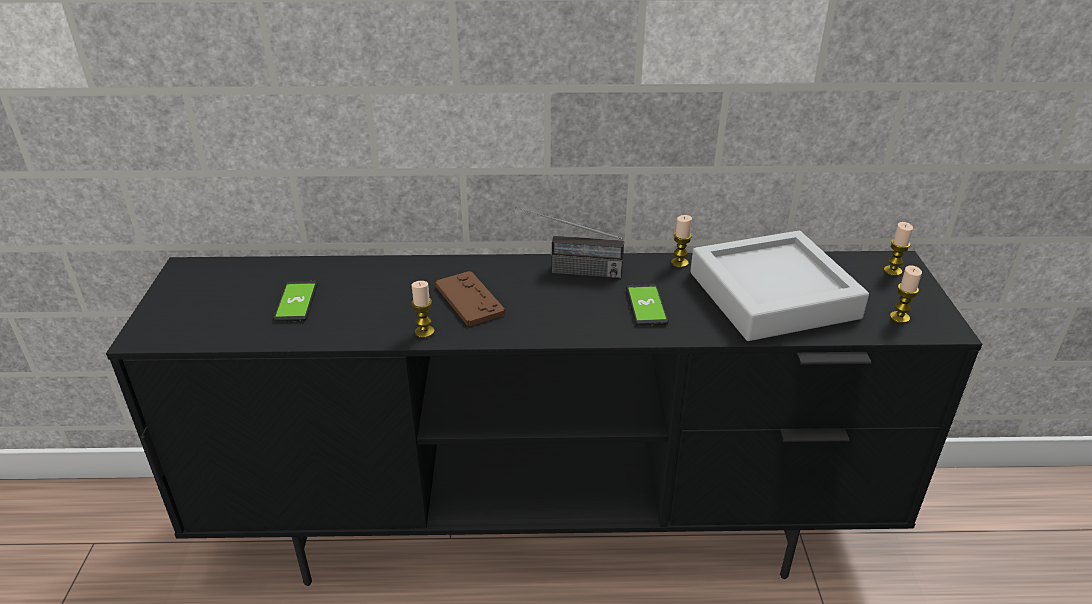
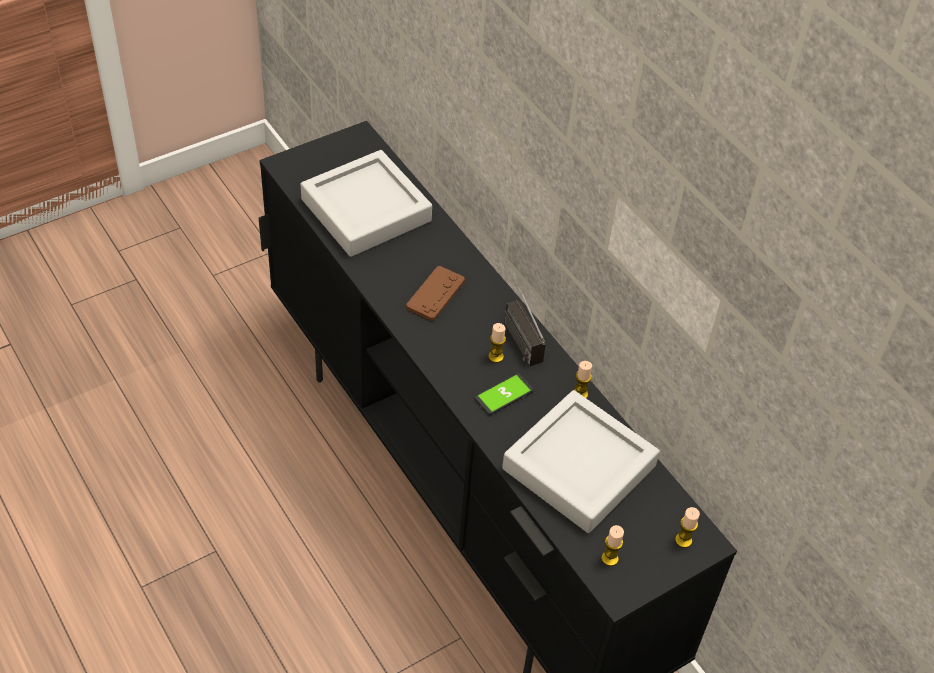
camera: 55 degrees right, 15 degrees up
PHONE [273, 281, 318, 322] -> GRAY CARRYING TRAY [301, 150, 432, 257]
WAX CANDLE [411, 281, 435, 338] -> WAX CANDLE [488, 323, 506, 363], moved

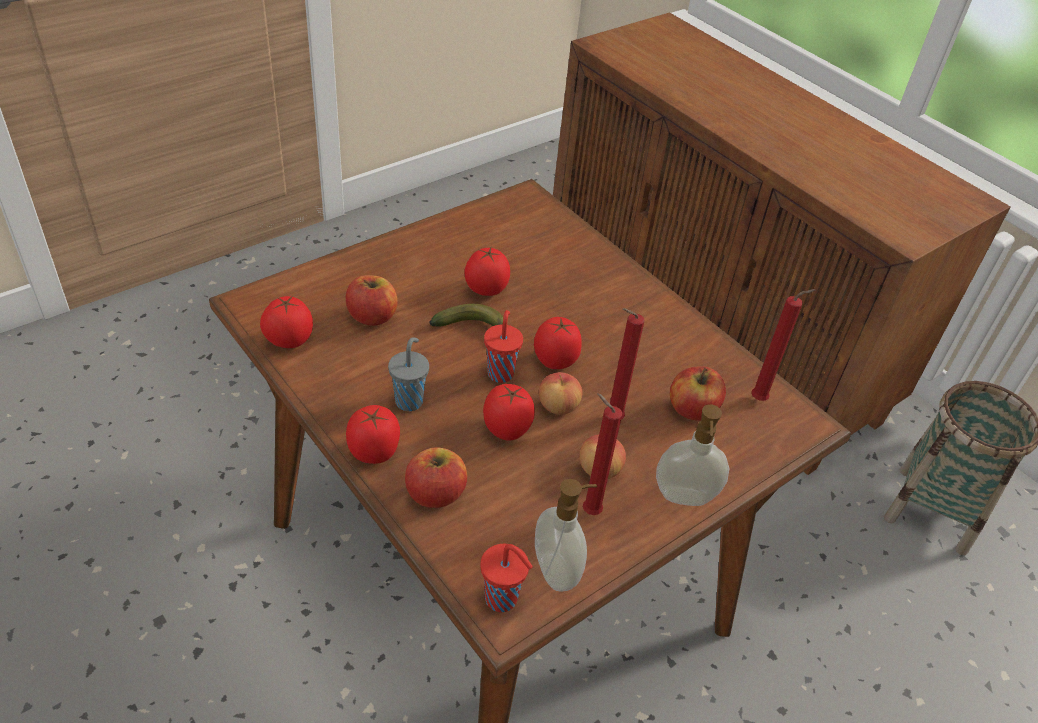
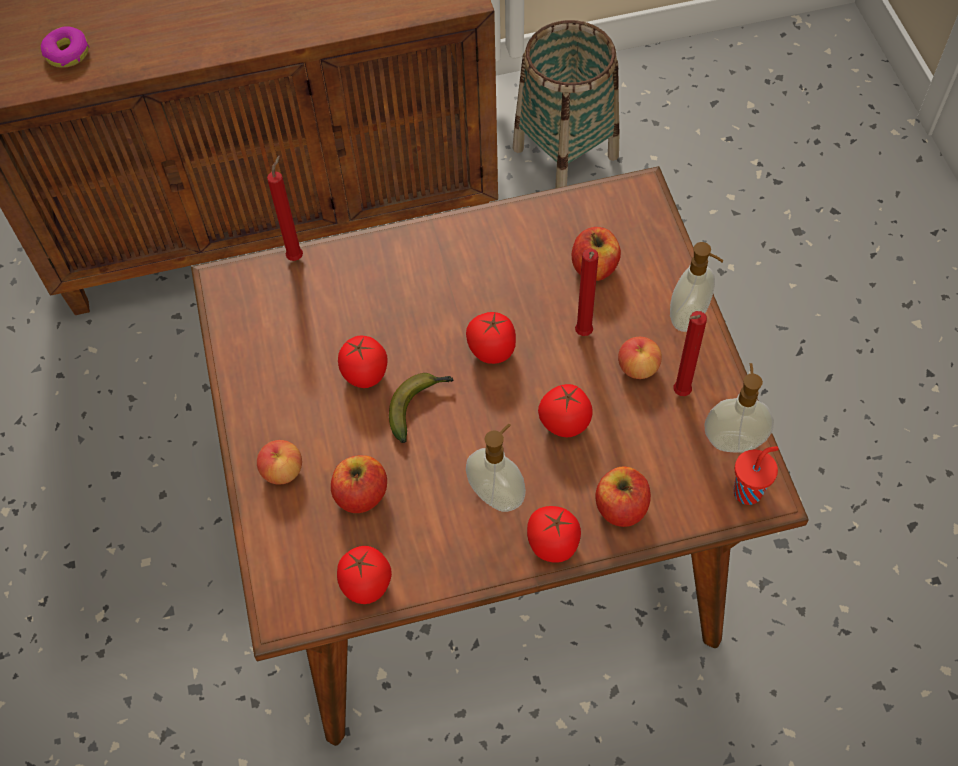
camera: 60 degrees left, 15 degrees up
none -> RING DOUGHNUT [40, 26, 89, 68]
APPLE FRUIT [539, 372, 582, 415] -> APPLE FRUIT [257, 440, 302, 485], moved
RED-COLOURED WAX CANDLE [751, 289, 816, 401] -> RED-COLOURED WAX CANDLE [267, 155, 303, 261], moved
GRAY DRINKING CUP [388, 337, 429, 411] -> LIQUID SOAP BOTTLE [466, 424, 526, 512]
RED-COLOURED DRINKING CUP [484, 310, 523, 383] -> none

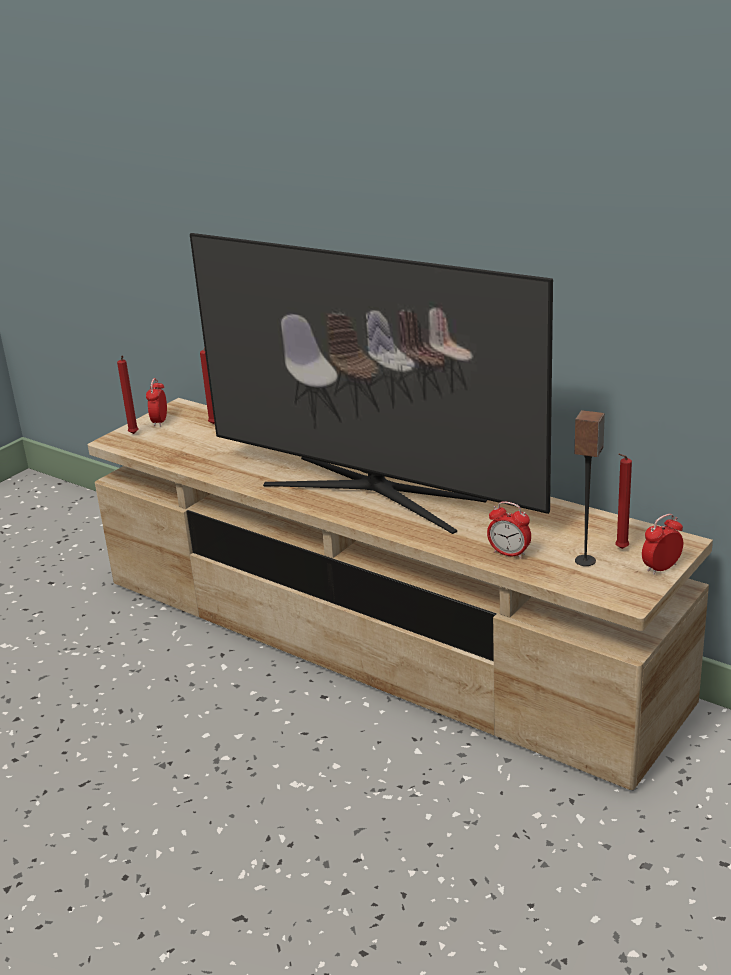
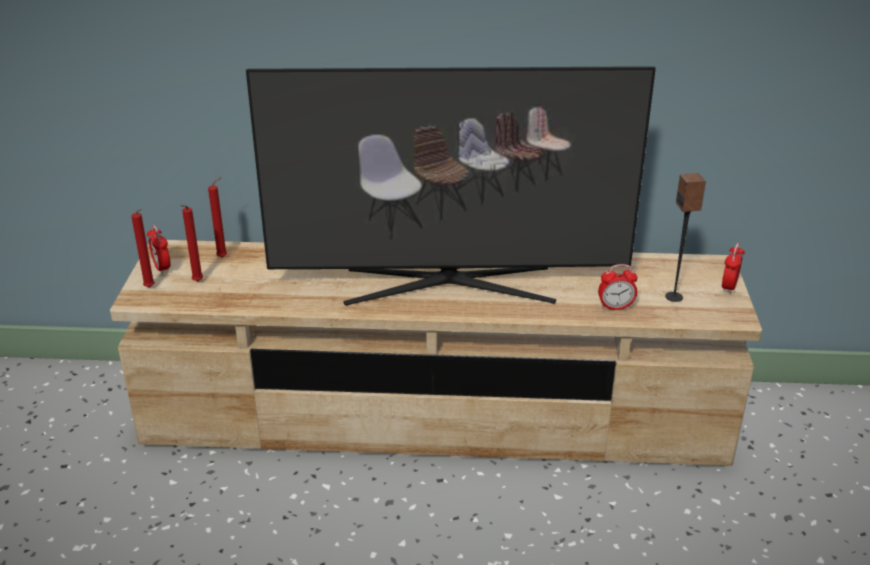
camera: 35 degrees left, 5 degrees up
RED-COLOURED WAX CANDLE [615, 454, 632, 549] -> RED-COLOURED WAX CANDLE [180, 205, 203, 281], moved

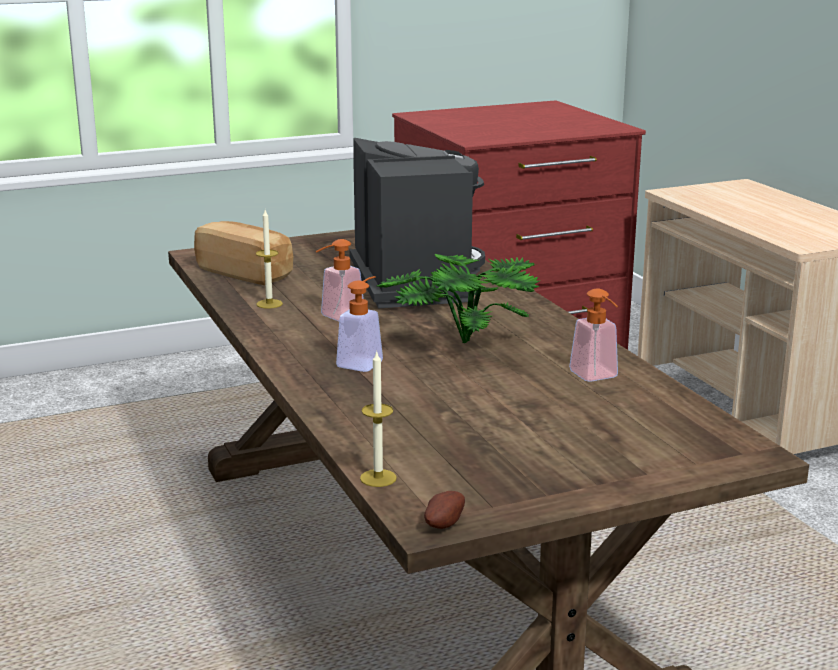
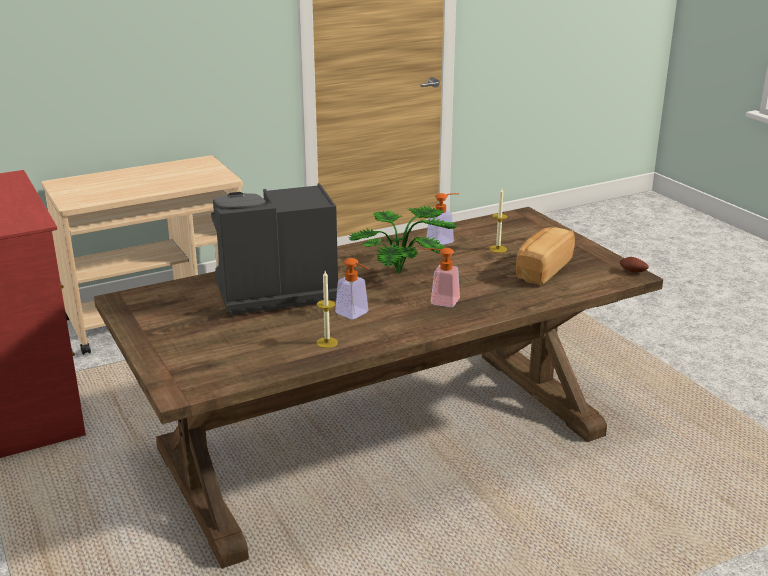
camera: 95 degrees left, 5 degrees up
WAX CANDLE [360, 350, 397, 487] -> WAX CANDLE [489, 188, 508, 253], moved
BAKED BREAD [194, 221, 293, 285] -> BAKED BREAD [516, 227, 575, 286], moved

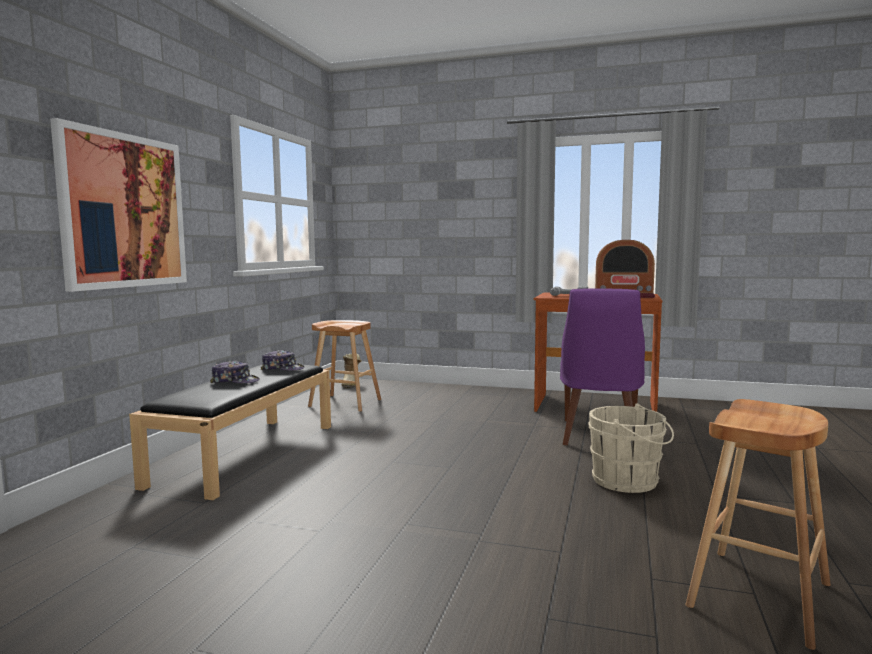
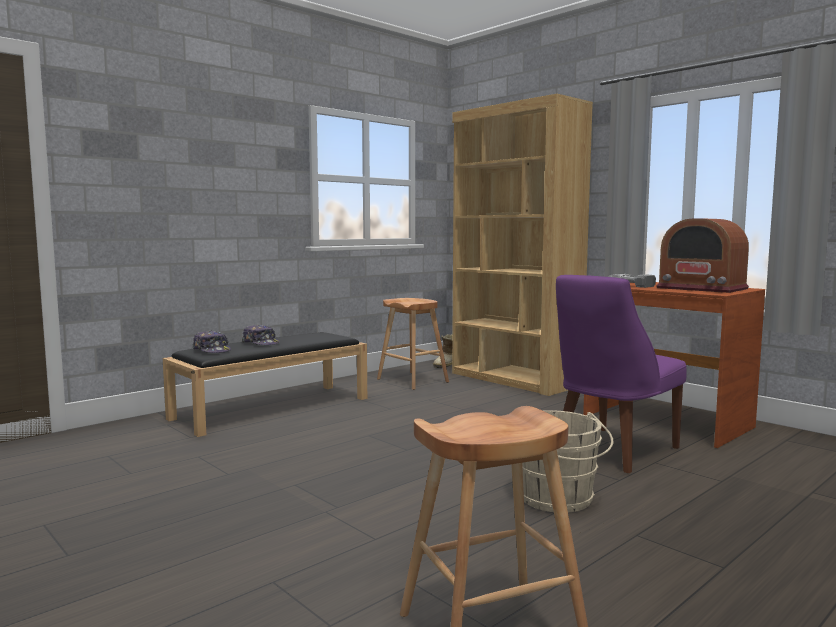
camera: 30 degrees right, 0 degrees up
PEAKED CAP [261, 350, 304, 371] -> PEAKED CAP [193, 331, 231, 353], moved
none -> BROWN-COLOURED BOOKSHELF [452, 94, 593, 396]
PICTURE [50, 118, 187, 292] -> none

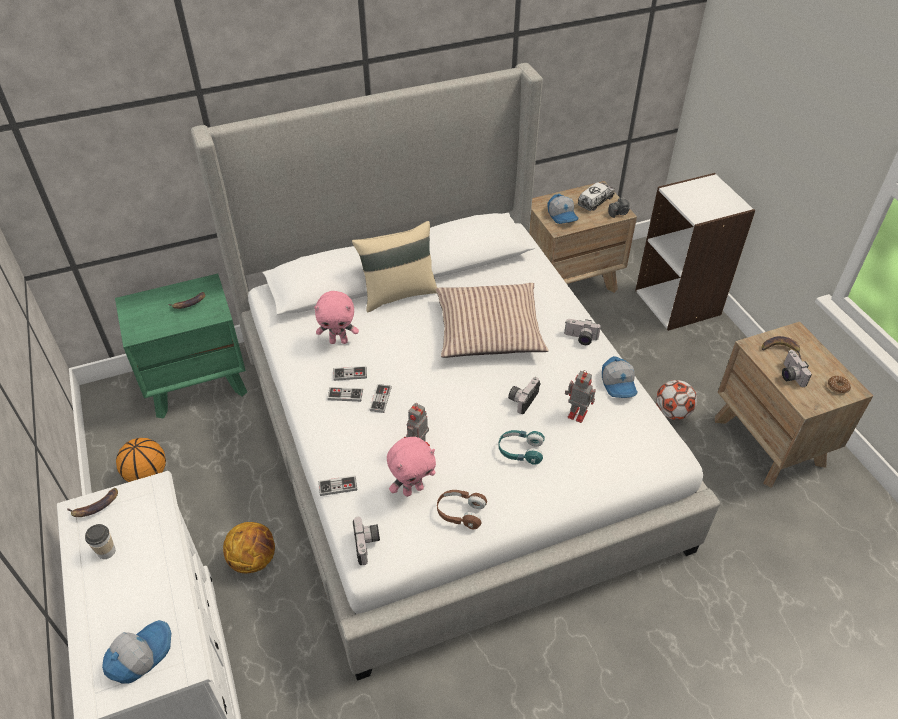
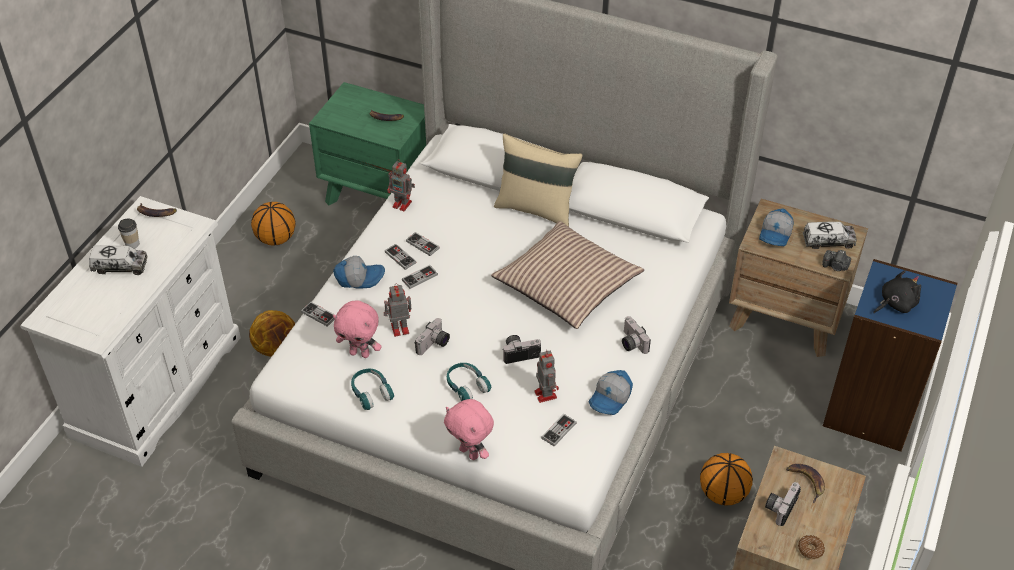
camera: 45 degrees right, 0 degrees up
none -> MODEL TRUCK [89, 245, 147, 275]
PEAKED CAP [102, 620, 171, 684] -> PEAKED CAP [333, 256, 385, 289], moved
BROWN-COLOURED HEADSET [437, 490, 487, 530] -> TURQUOISE-COLOURED HEADSET [351, 369, 394, 410]
none -> ROBOT FIGURE [387, 159, 415, 211]
PHOTO CAMERA [353, 517, 380, 565] -> PHOTO CAMERA [415, 318, 450, 355], moved
PINK-COLOURED SOFT TOY [314, 291, 359, 344] -> PINK-COLOURED SOFT TOY [444, 399, 494, 460], moved
none -> JOYPAD [541, 414, 577, 446]
BALL FOR FOOTBALL [656, 380, 697, 420] -> BALL FOR BASKETBALL [700, 453, 753, 505]
WHITE-COLOURED BOOKSHELF [635, 173, 755, 331] -> BLUE-COLOURED BOOKSHELF [823, 259, 958, 452]
none -> BLACK SOFT TOY [873, 270, 921, 313]

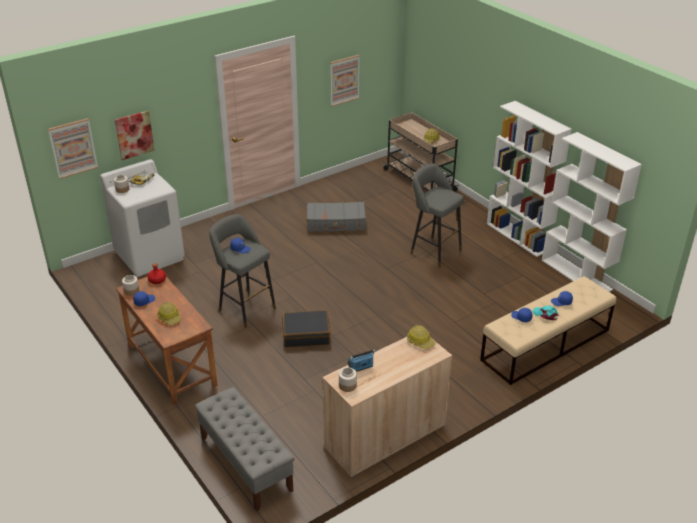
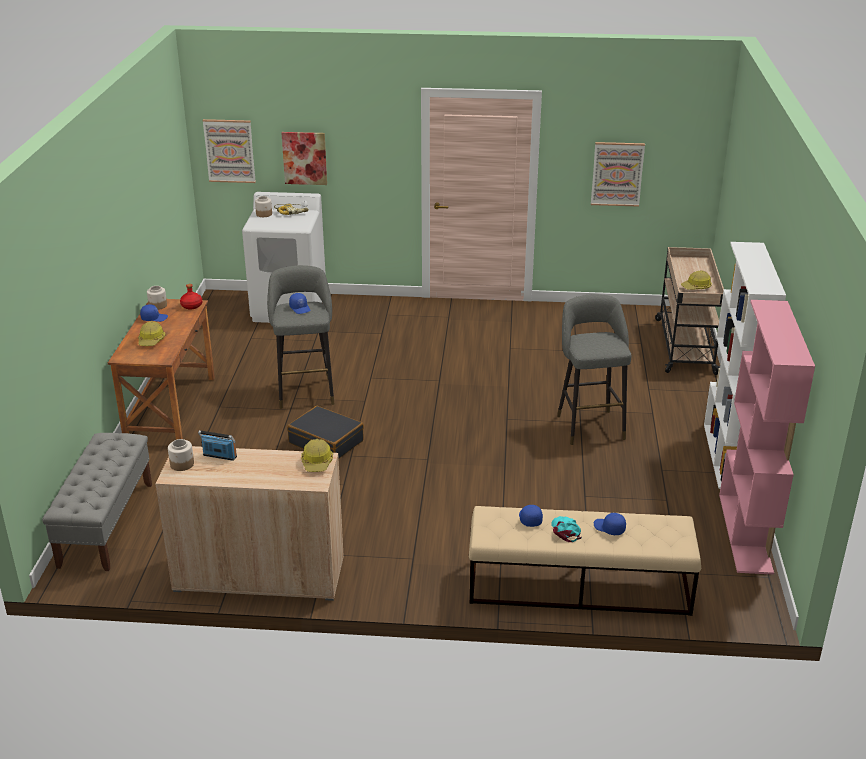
camera: 40 degrees right, 5 degrees down
WHITE-COLOURED BOOKSHELF [542, 132, 642, 292] -> PINK-COLOURED BOOKSHELF [719, 300, 815, 575]
GRAY TRAVEL CASE [307, 202, 366, 232] -> none

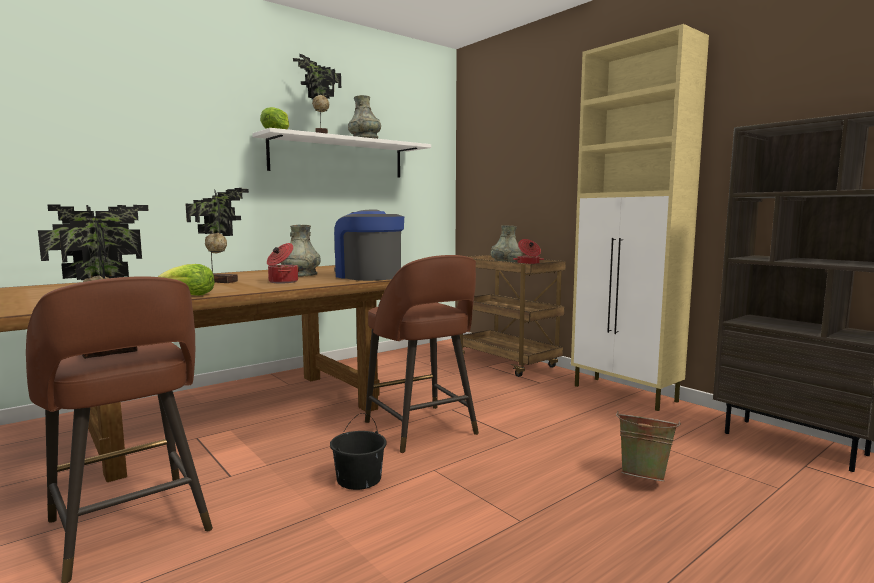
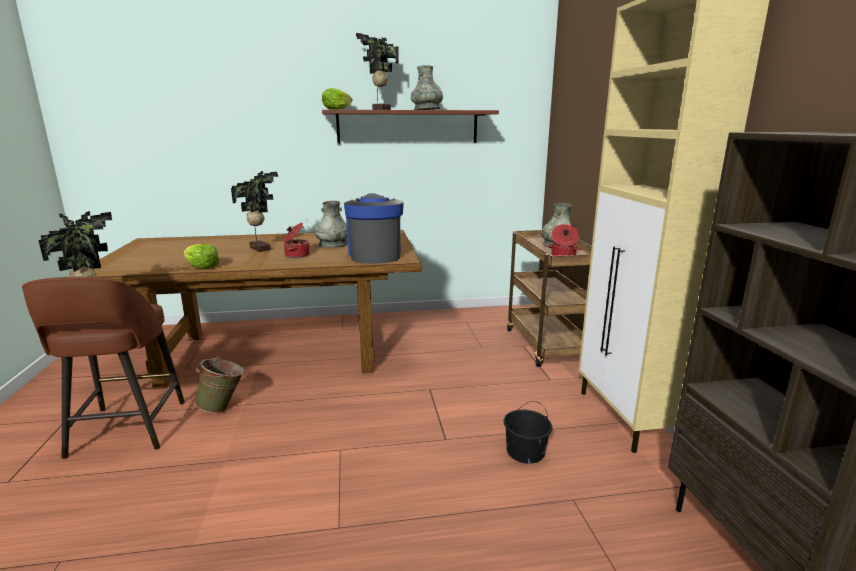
camera: 30 degrees right, 10 degrees up
GREENISH WATER BUCKET [616, 411, 681, 481] -> GREENISH WATER BUCKET [195, 356, 245, 413], moved
WHITE-COLOURED BRACKET SHELF [252, 128, 431, 178] -> BROWN-COLOURED BRACKET SHELF [322, 110, 499, 144]
BLACK WATER BUCKET [330, 413, 386, 490] -> BLACK WATER BUCKET [504, 401, 552, 464], moved
BROWN-COLOURED STOOL [365, 255, 479, 453] -> none

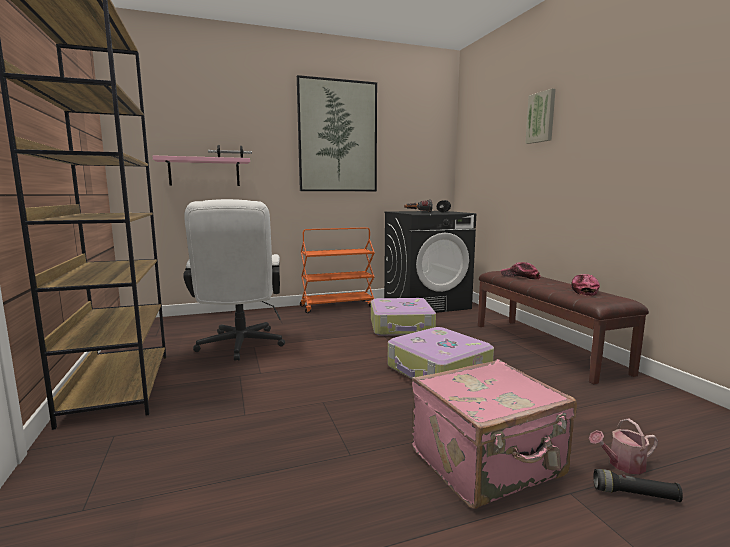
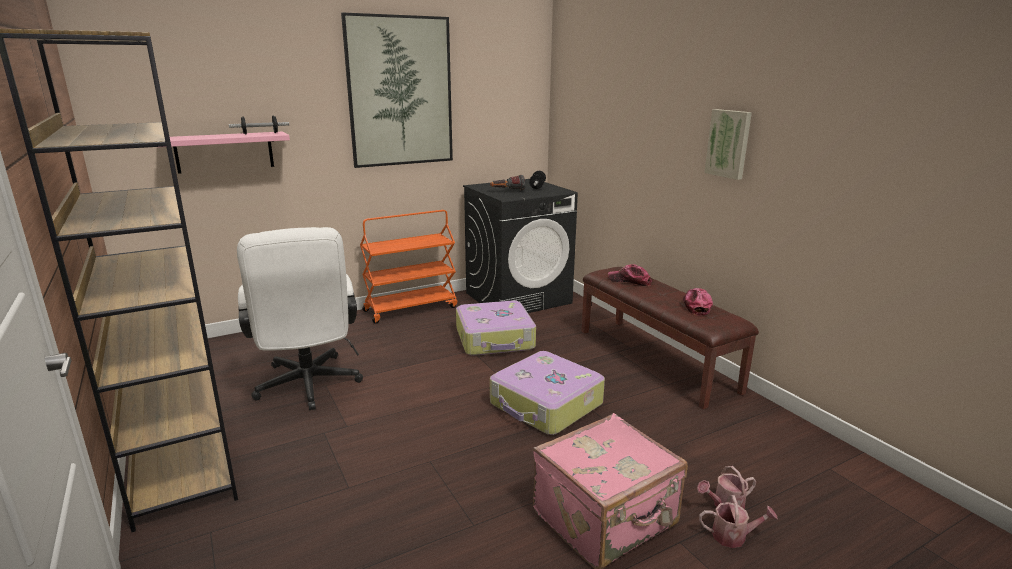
camera: 10 degrees left, 10 degrees up
BLACK TORCH [593, 469, 683, 502] -> WATERING CAN [699, 495, 778, 548]
PICTURE [525, 88, 556, 144] -> PICTURE [704, 109, 752, 180], moved

